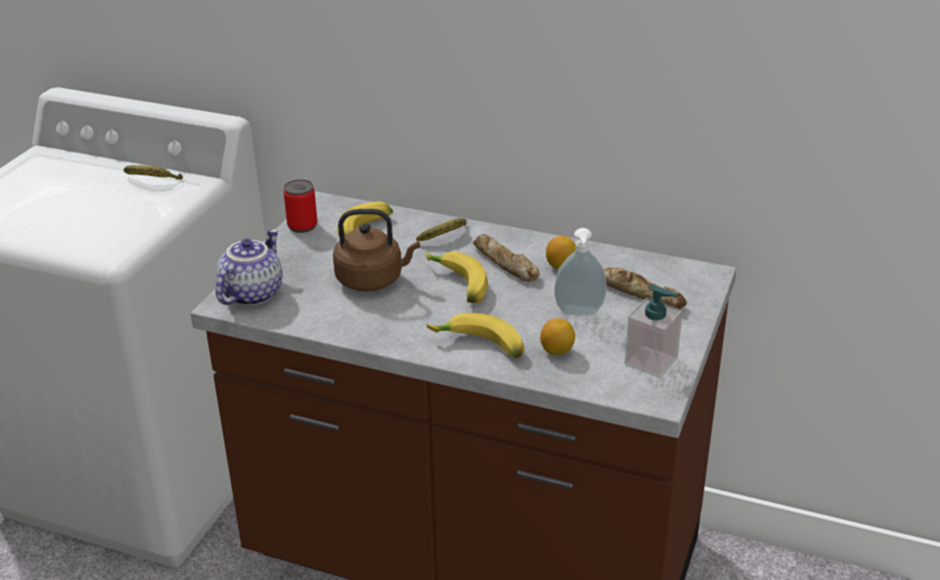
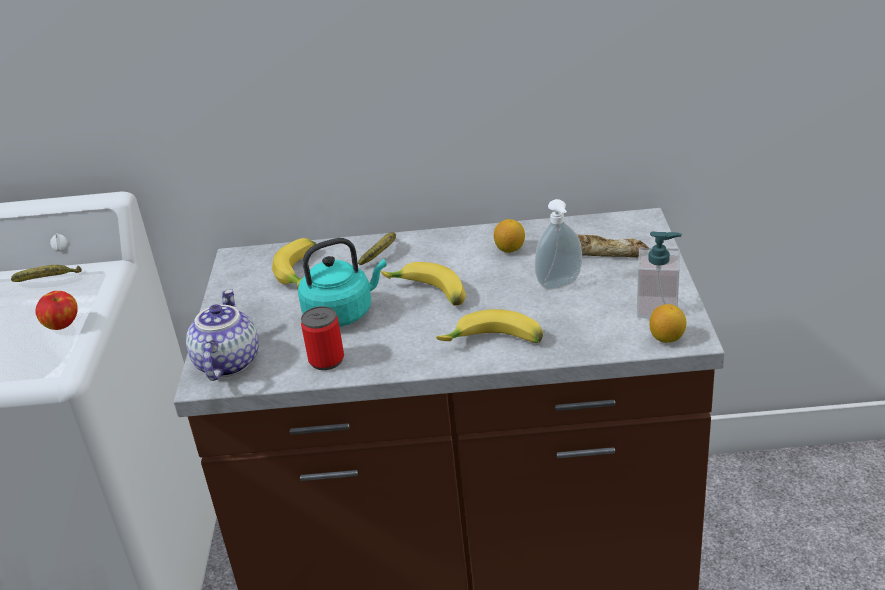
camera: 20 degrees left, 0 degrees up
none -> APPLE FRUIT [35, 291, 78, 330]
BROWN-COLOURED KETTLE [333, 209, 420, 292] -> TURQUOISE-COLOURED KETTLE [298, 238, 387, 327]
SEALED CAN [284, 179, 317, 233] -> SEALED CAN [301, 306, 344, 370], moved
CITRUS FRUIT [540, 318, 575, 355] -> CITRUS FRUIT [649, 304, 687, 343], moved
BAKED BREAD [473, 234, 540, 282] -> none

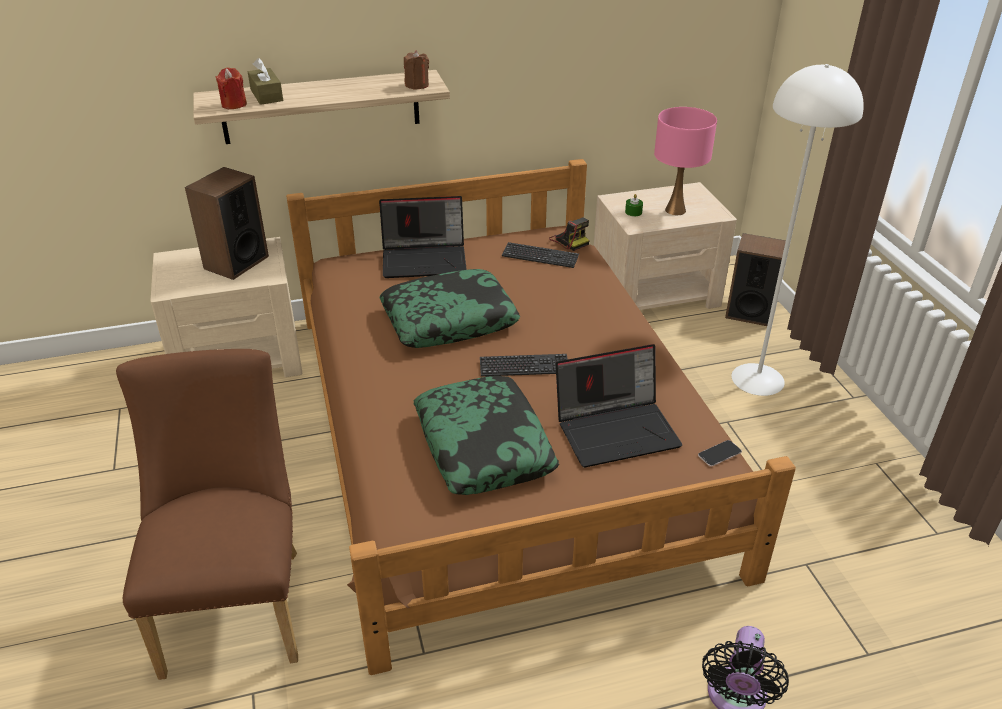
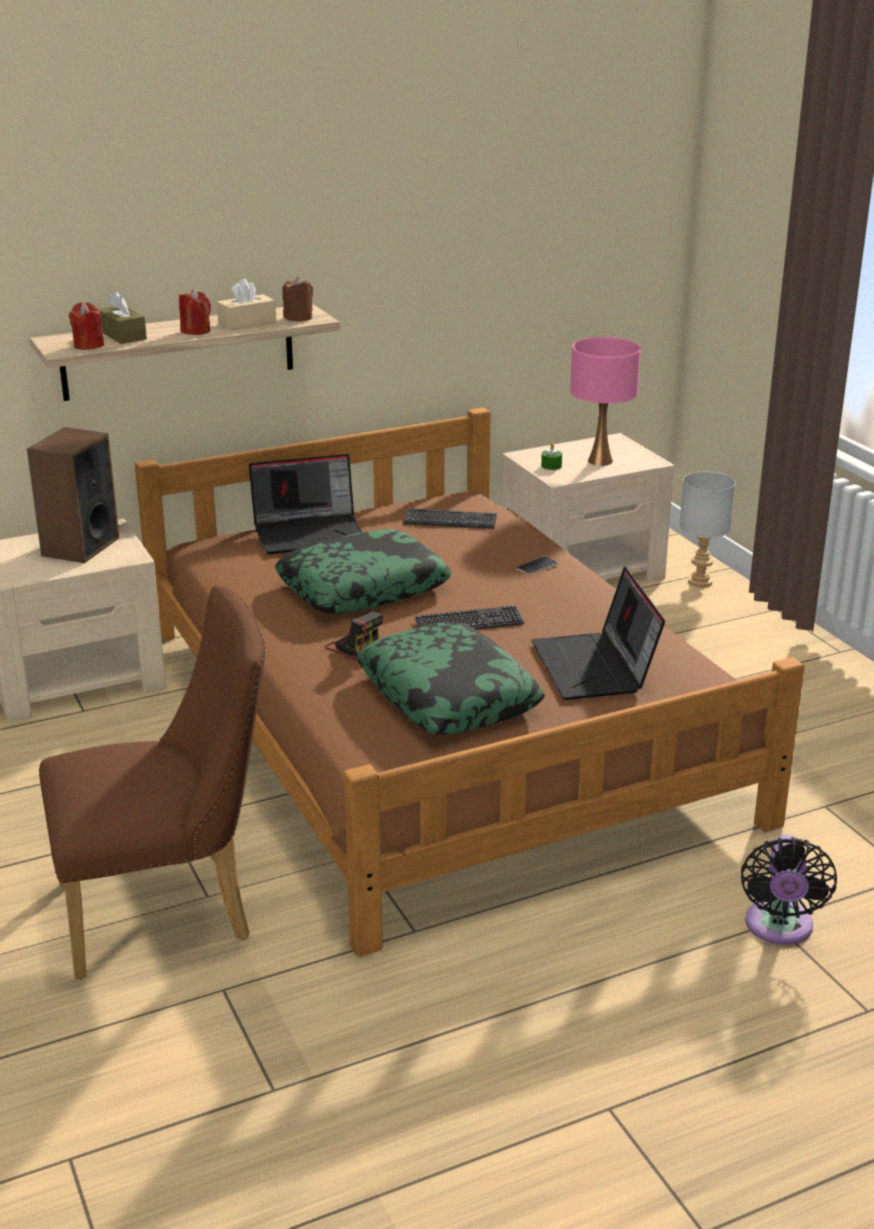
camera: 10 degrees left, 10 degrees down
BROWN-COLOURED UPRIGHT CHAIR [116, 349, 298, 680] -> BROWN-COLOURED UPRIGHT CHAIR [39, 585, 265, 979], 90 degrees clockwise
none -> RED-COLOURED WAX CANDLE [179, 289, 211, 335]
none -> BEIGE-COLOURED TISSUE HOLDER [217, 278, 276, 330]
PHOTO CAMERA [549, 218, 590, 251] -> PHOTO CAMERA [325, 611, 383, 660], moved
PHONE [698, 440, 742, 467] -> PHONE [516, 556, 558, 575], moved
NOTEBOOK COMPUTER [556, 344, 682, 468] -> NOTEBOOK COMPUTER [531, 567, 665, 700], 105 degrees clockwise
AUDIO SPEAKER [725, 233, 786, 326] -> GRAY TABLETOP LAMP [680, 472, 735, 587]
WHITE-COLOURED STANDING LAMP [731, 64, 864, 396] -> none

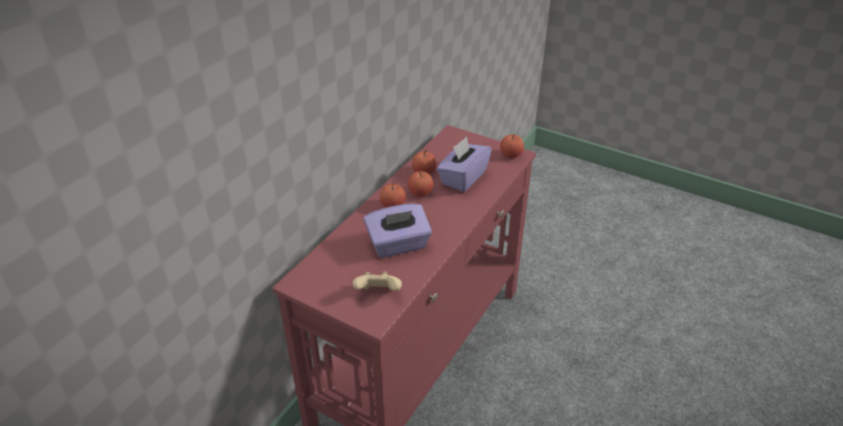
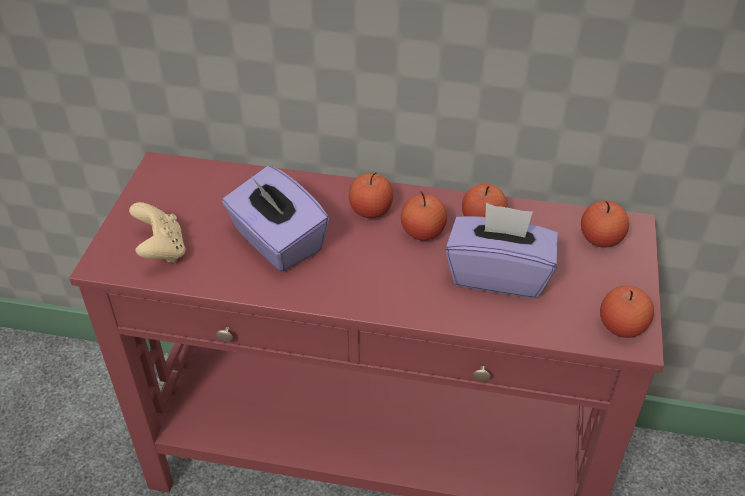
camera: 70 degrees right, 5 degrees up
none -> APPLE FRUIT [581, 201, 629, 248]

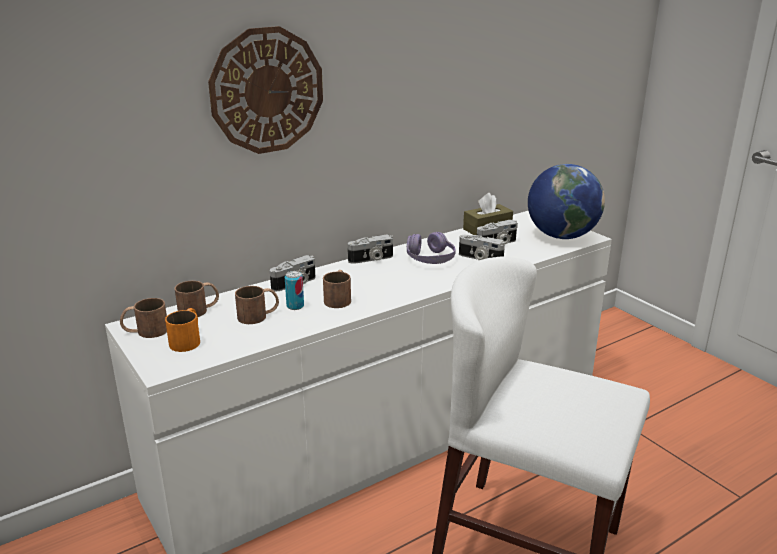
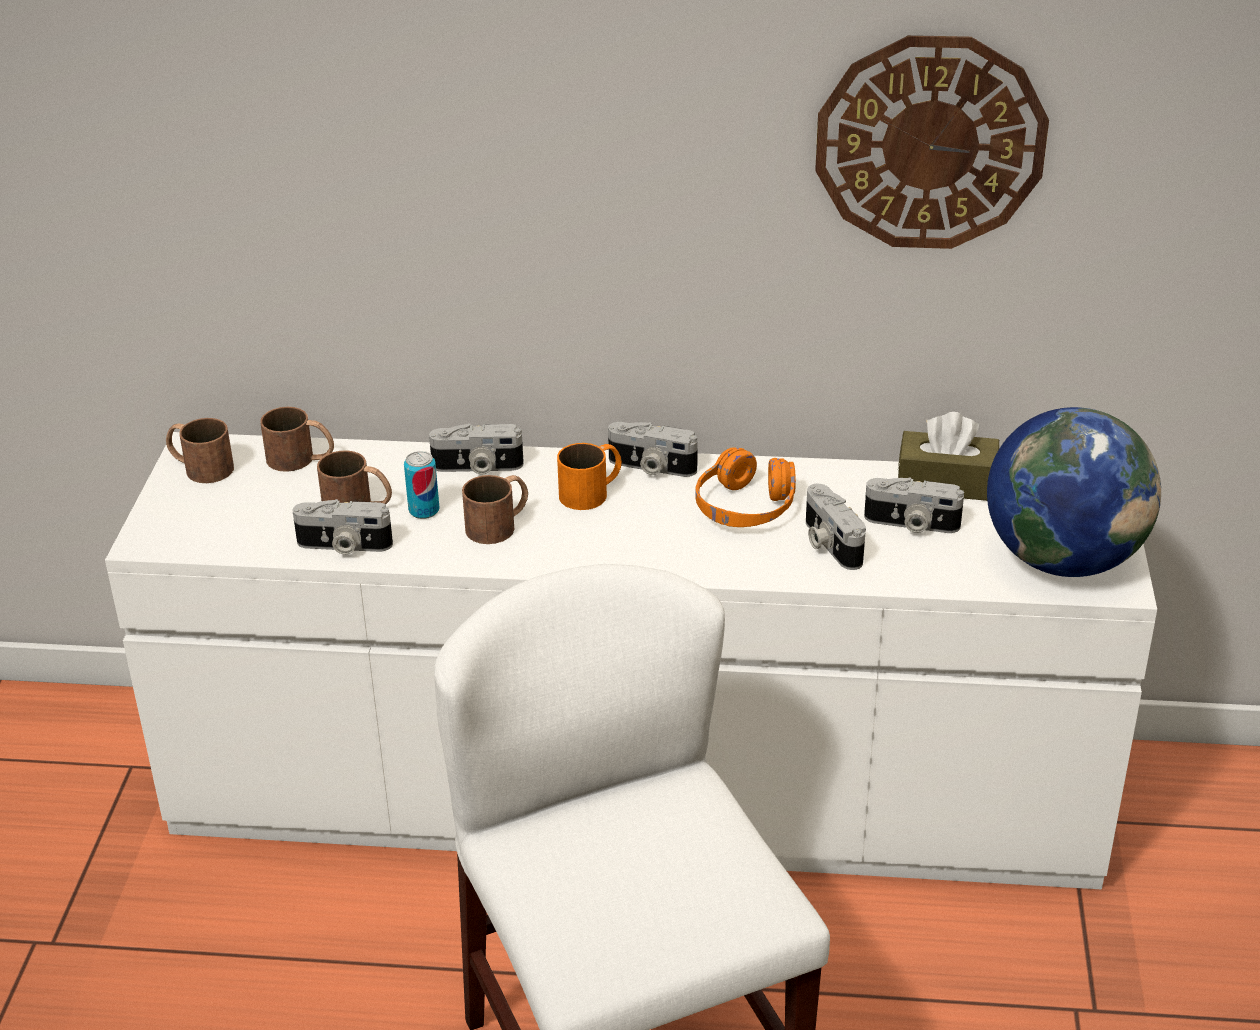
camera: 40 degrees right, 10 degrees up
none -> PHOTO CAMERA [292, 499, 393, 555]
ORANGE TEA MUG [165, 308, 200, 352] -> ORANGE TEA MUG [557, 443, 622, 510], moved
PURPLISH HEADSET [407, 232, 456, 264] -> ORANGE HEADSET [695, 447, 796, 527]
CLOCK ON THE WALL [208, 26, 323, 154] -> CLOCK ON THE WALL [815, 35, 1049, 249], moved

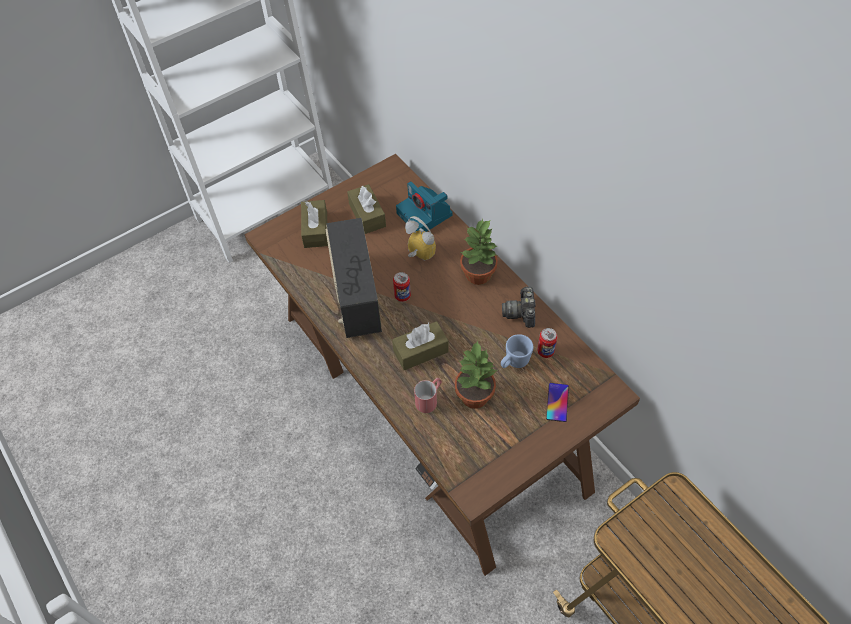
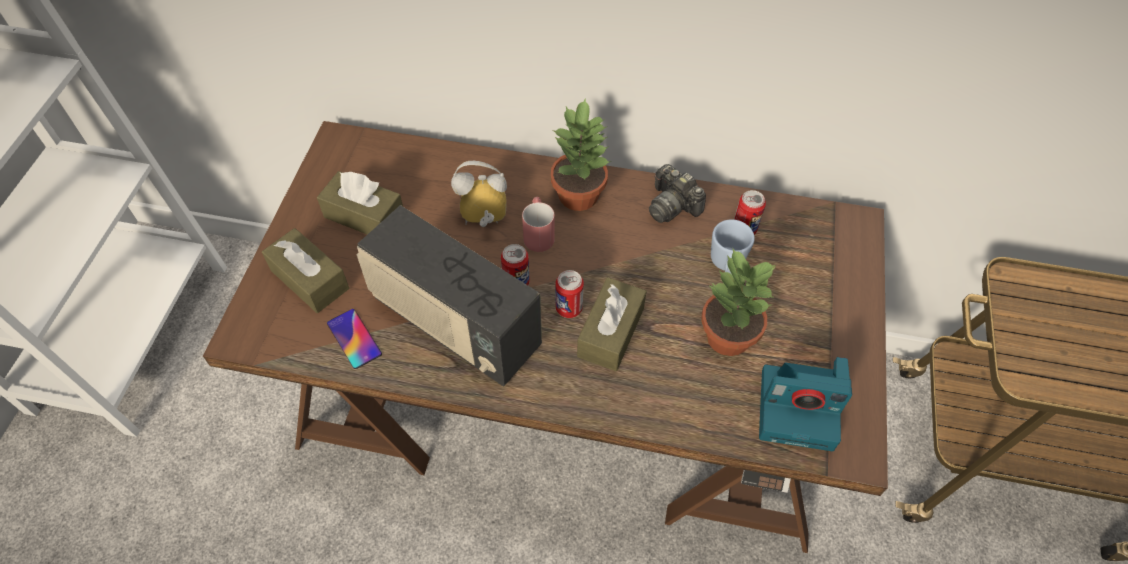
camera: 45 degrees left, 0 degrees up
PHONE [546, 383, 569, 422] -> PHONE [327, 309, 382, 369], moved
RED-COLOURED TEA MUG [414, 378, 442, 413] -> RED-COLOURED TEA MUG [522, 197, 555, 252], moved
none -> SEALED CAN [556, 270, 584, 318]
PHOTO CAMERA [396, 181, 453, 232] -> PHOTO CAMERA [759, 357, 852, 451], moved

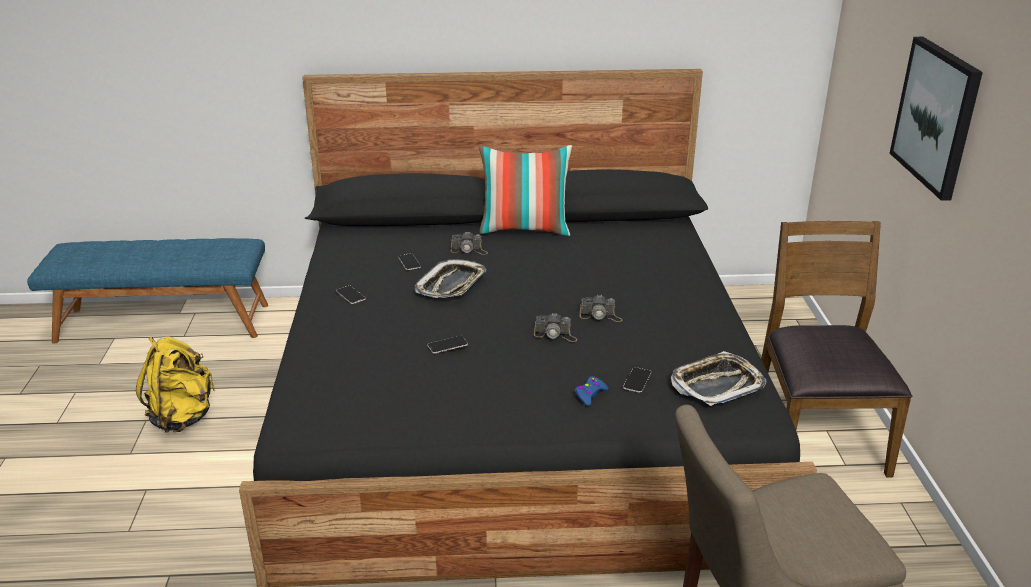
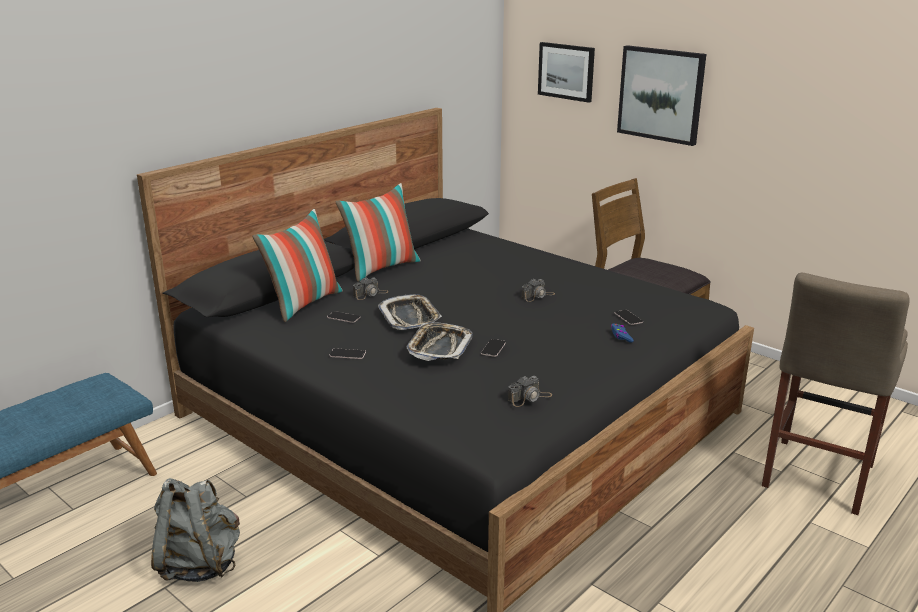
camera: 45 degrees left, 5 degrees down
YELLOWISH RUCKSACK [136, 336, 215, 433] -> GRAY RUCKSACK [151, 478, 240, 582]
none -> THROW PILLOW [252, 209, 343, 322]
CARRYING TRAY [671, 351, 766, 406] -> CARRYING TRAY [406, 322, 473, 361], moved
PHOTO CAMERA [534, 313, 577, 342] -> PHOTO CAMERA [508, 376, 552, 407], moved
none -> PICTURE [538, 42, 595, 103]

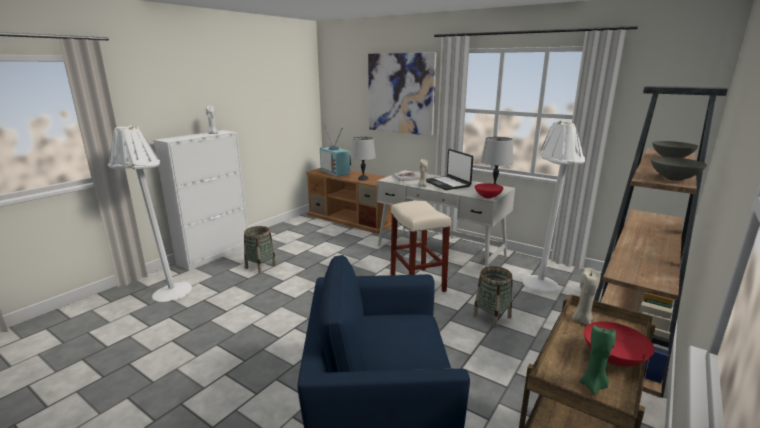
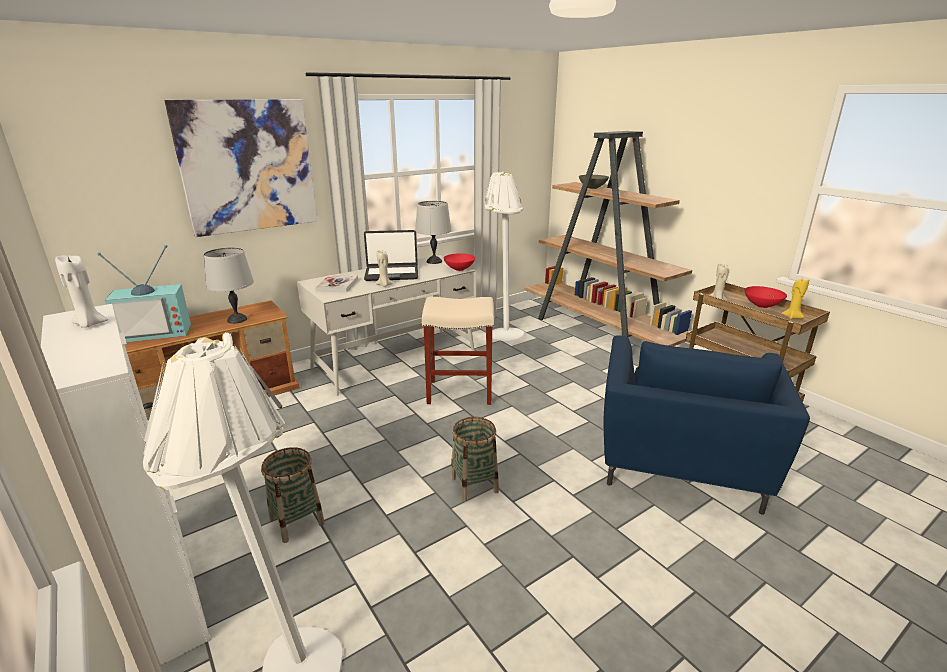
camera: 70 degrees left, 5 degrees up
BASKET [473, 266, 513, 328] -> BASKET [451, 417, 499, 502], moved
GREENISH WAX CANDLE [580, 325, 616, 395] -> YELLOWISH WAX CANDLE [781, 278, 809, 319]
GRAY DEEP DISH [651, 157, 707, 181] -> none

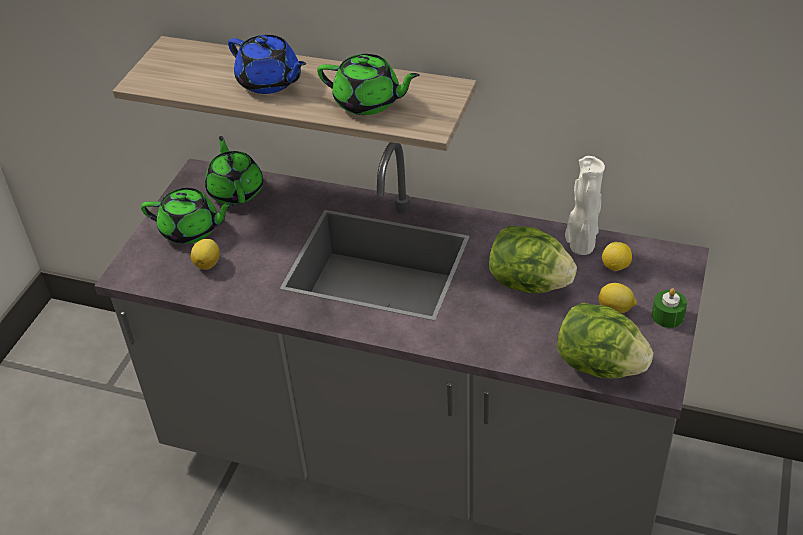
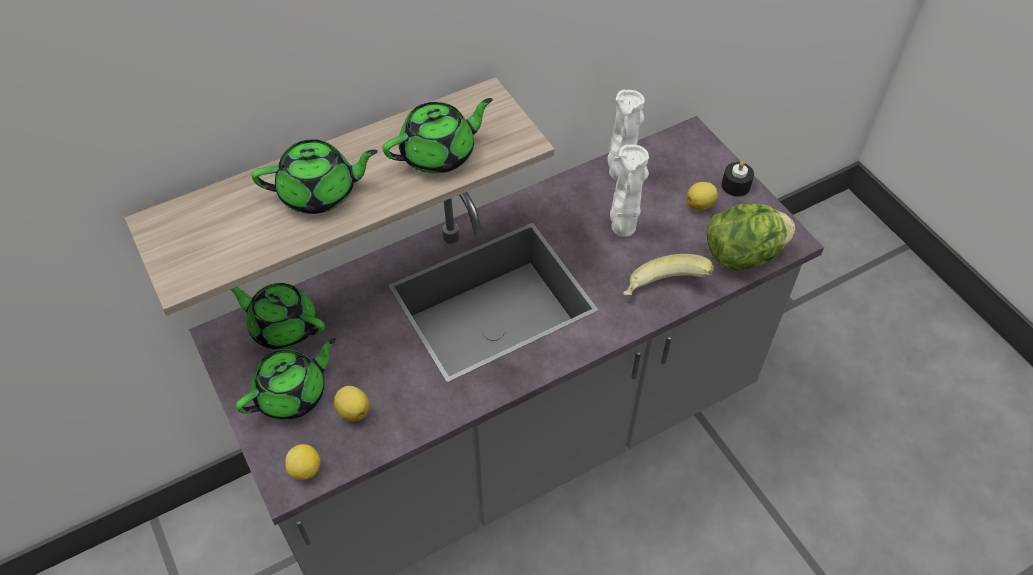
camera: 50 degrees left, 10 degrees up
BLUE-COLOURED POT FOR TEA [228, 35, 306, 94] -> GREENISH POT FOR TEA [252, 139, 378, 214]
CITRUS FRUIT [602, 242, 632, 271] -> CITRUS FRUIT [285, 444, 320, 480], moved
LETTUCE HEAD [489, 225, 577, 293] -> WHITE-COLOURED FLOWER VASE [610, 144, 649, 237]
none -> BANANA FRUIT [623, 254, 715, 296]
GREENISH WAX CANDLE [652, 288, 687, 328] -> BLACK WAX CANDLE [722, 161, 754, 197]

